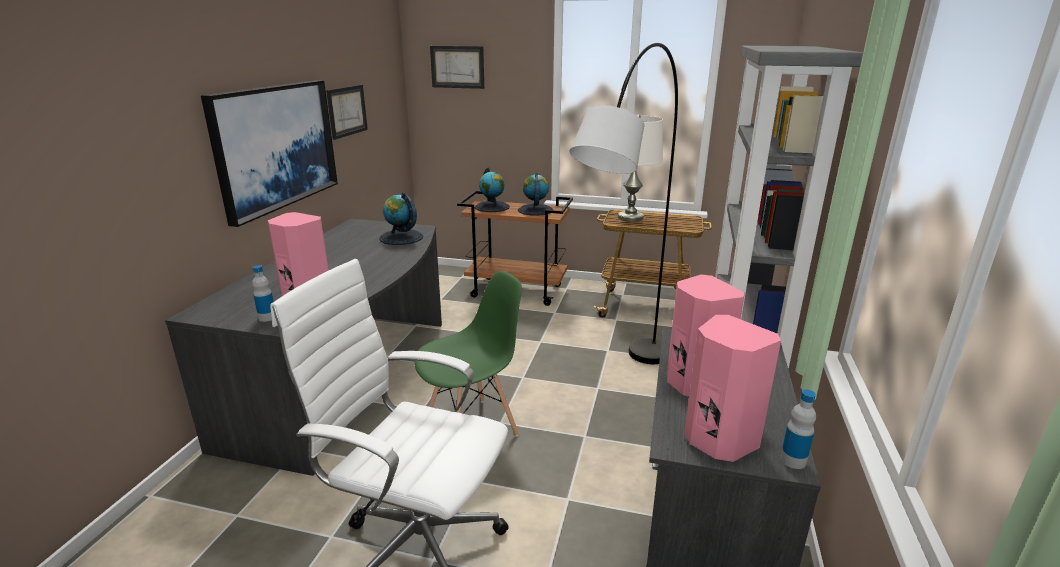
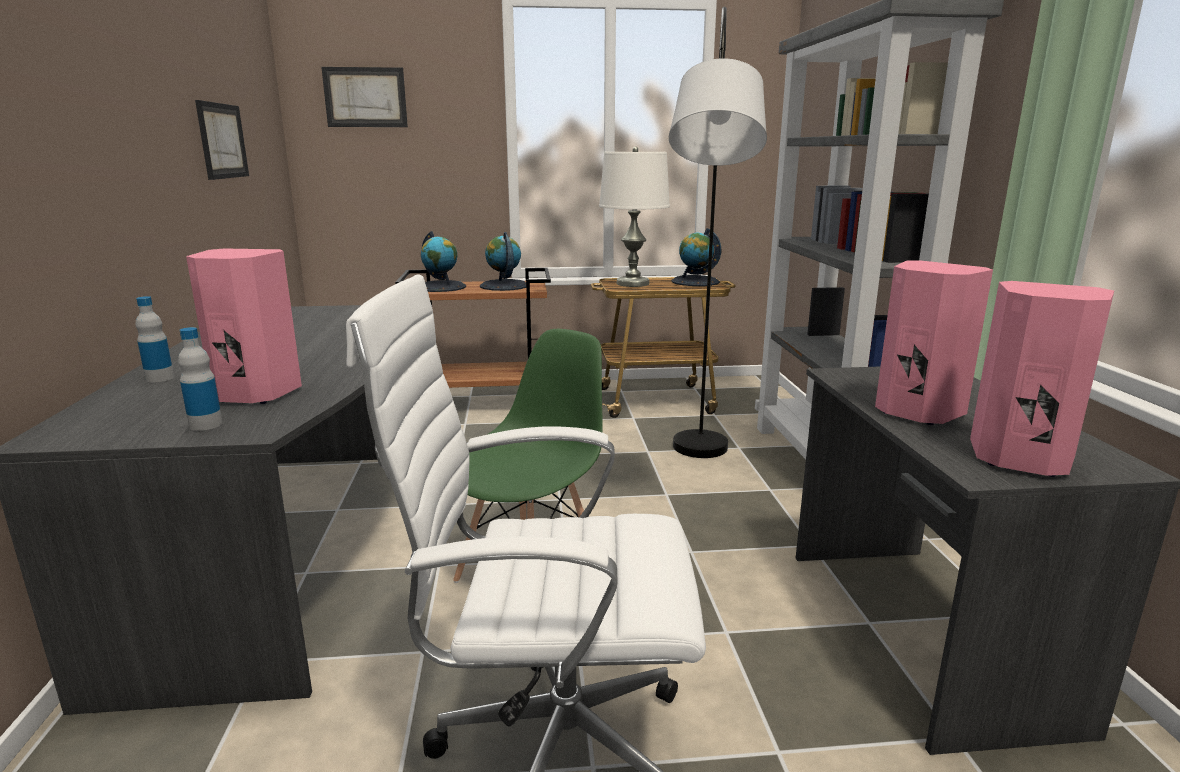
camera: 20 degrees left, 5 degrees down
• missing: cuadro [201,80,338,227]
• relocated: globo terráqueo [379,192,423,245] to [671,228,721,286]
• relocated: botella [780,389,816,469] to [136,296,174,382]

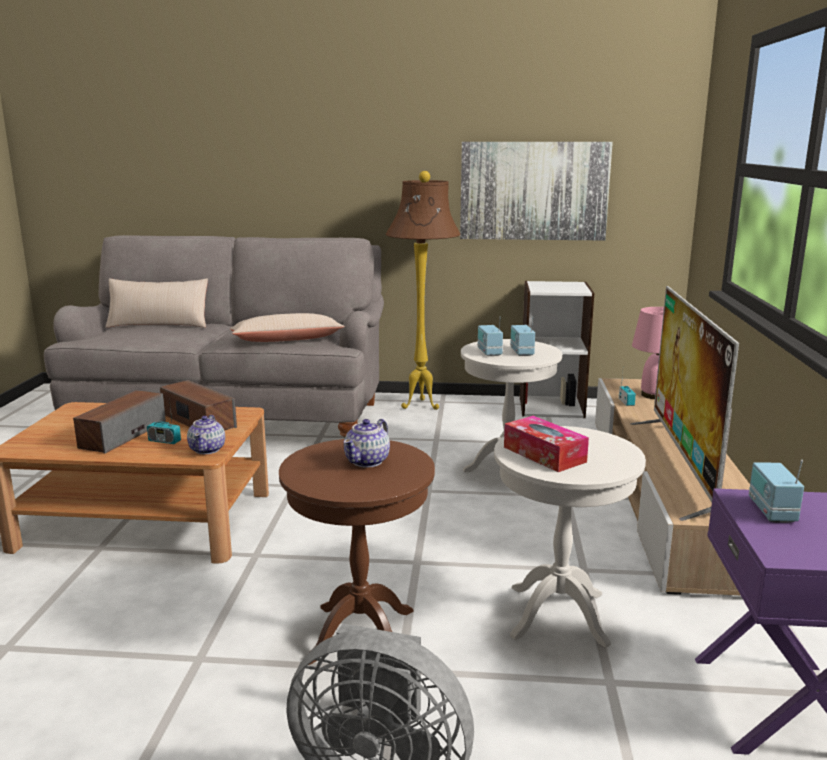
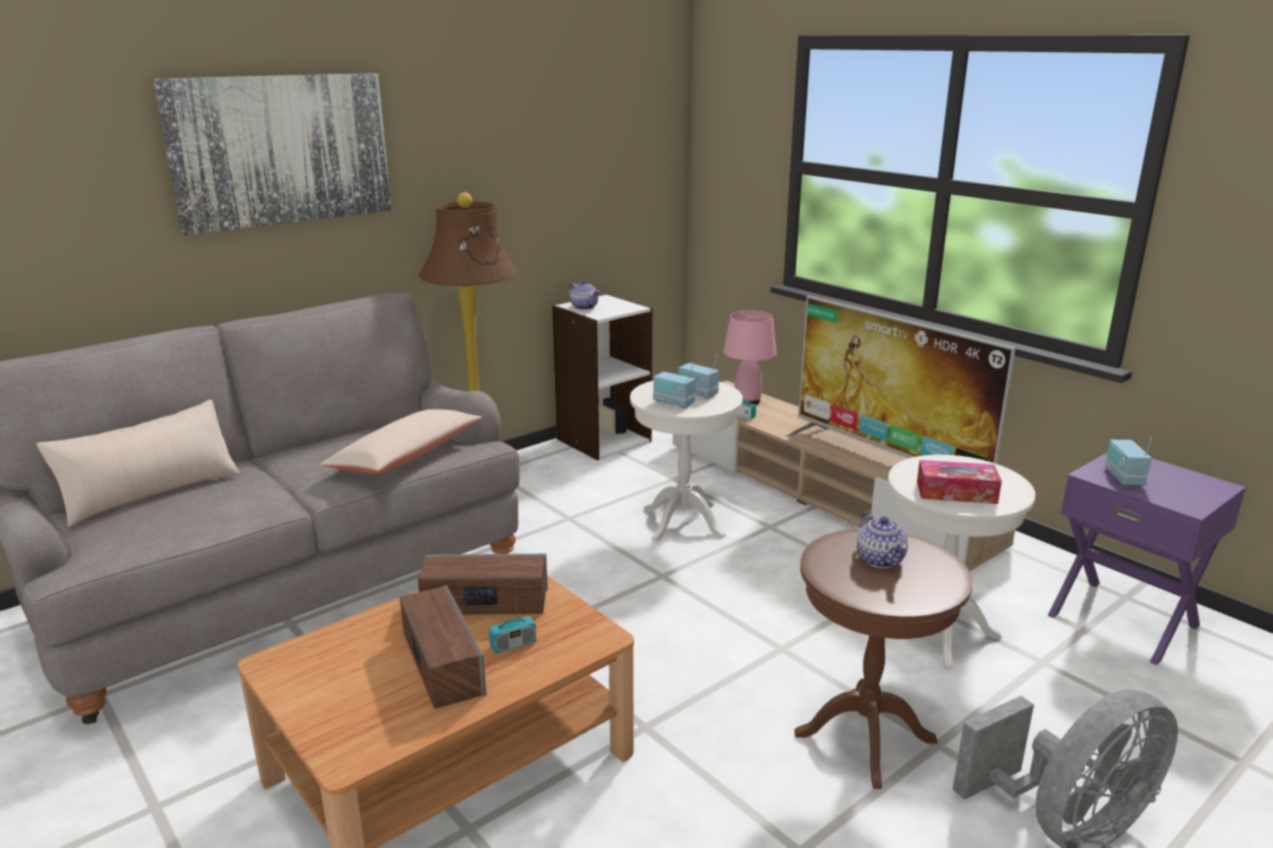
camera: 45 degrees left, 5 degrees up
• relocated: cuadro [460,142,613,241] to [153,73,392,235]
• relocated: tetera [187,415,225,454] to [568,280,600,310]
• spun: radio [749,460,804,523] = [1105,437,1152,486] 45 degrees clockwise

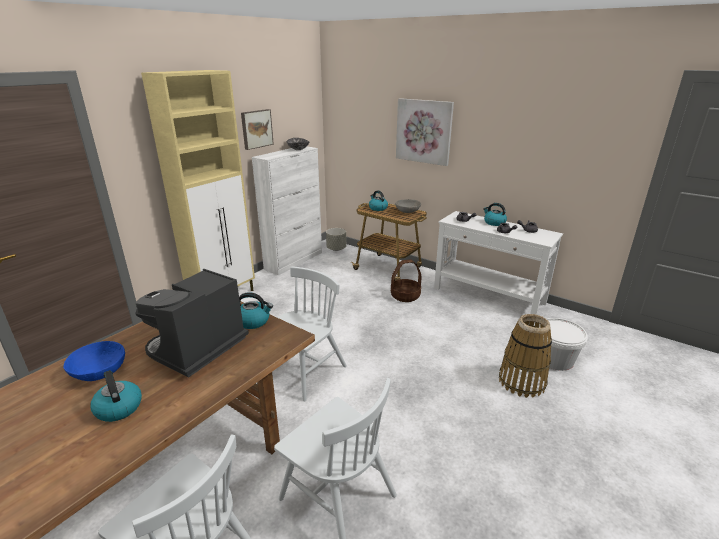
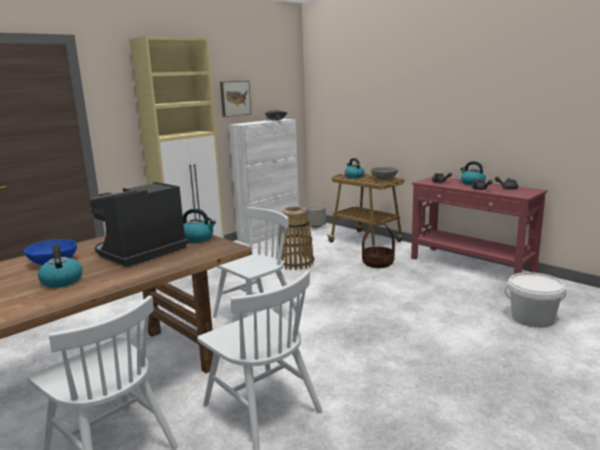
camera: 10 degrees right, 10 degrees down
• missing: cuadro [396,98,454,166]
• colour: mesa consola/blanco [434,211,563,315] to mesa consola/rojo [411,177,547,274]
• relocated: cesta [499,314,552,398] to [279,206,314,270]

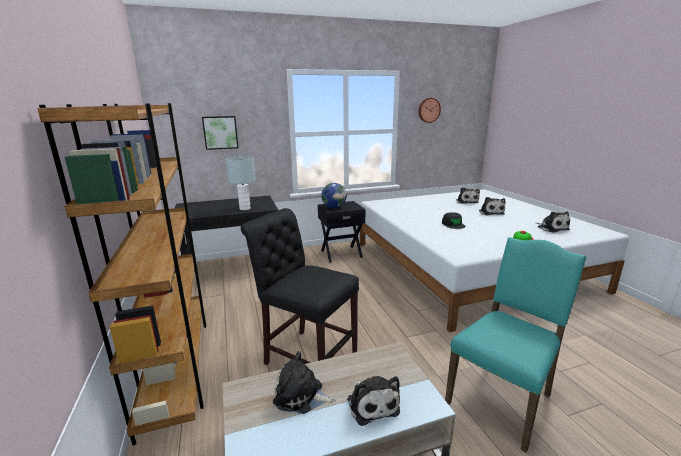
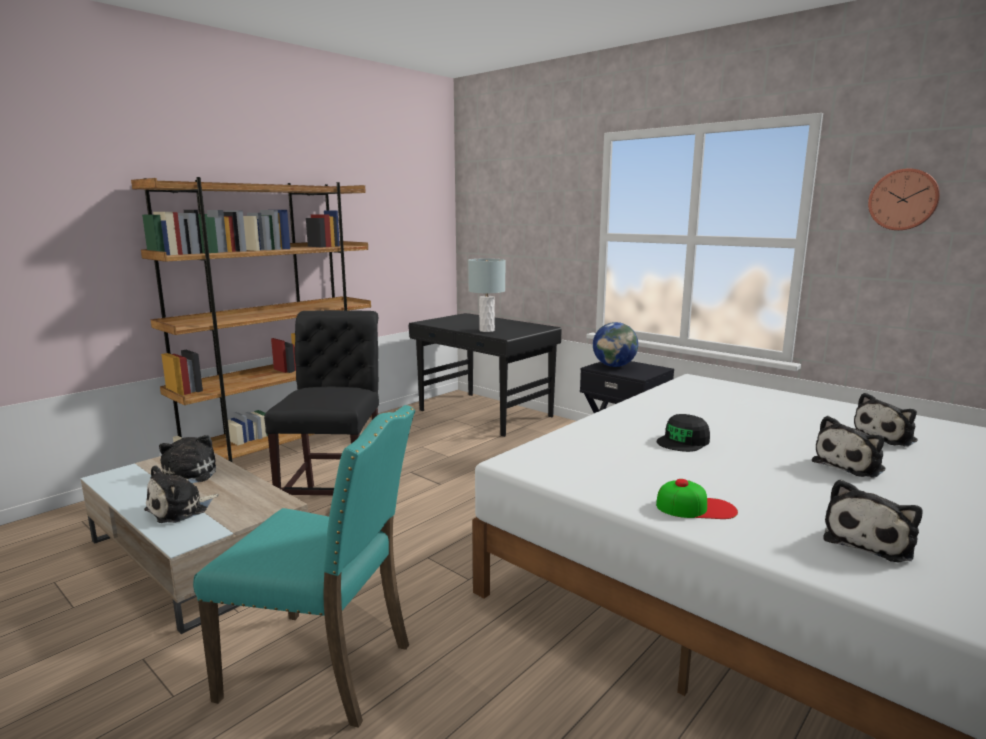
camera: 60 degrees right, 5 degrees down
• missing: cuadro [202,116,239,150]

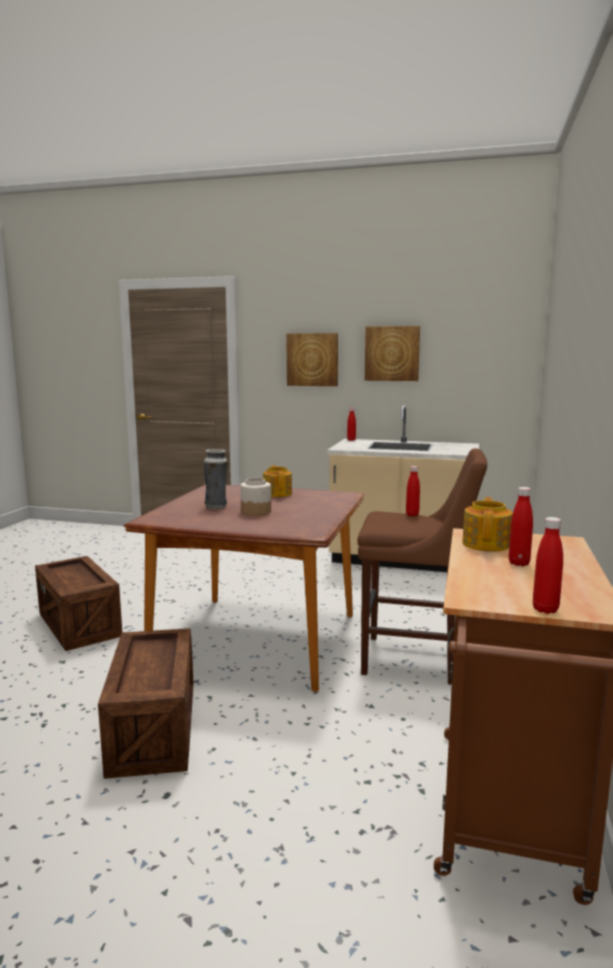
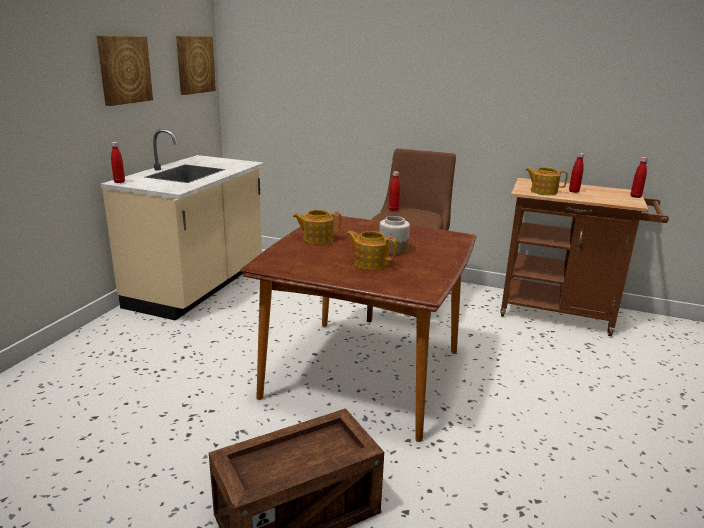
camera: 85 degrees left, 10 degrees up
• relocated: cuadro [286,333,338,386] to [176,36,216,95]
• exchanged: florero [204,449,228,509] to tetera [346,231,397,270]
• missing: caja de embalaje [98,628,194,779]

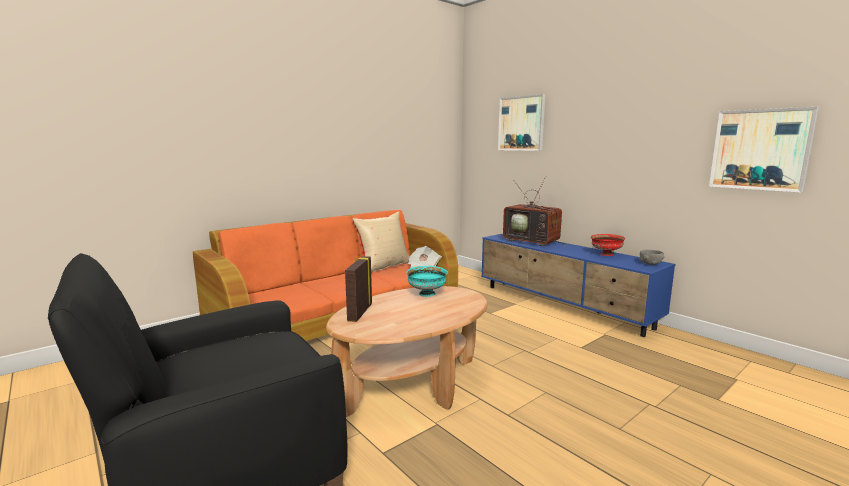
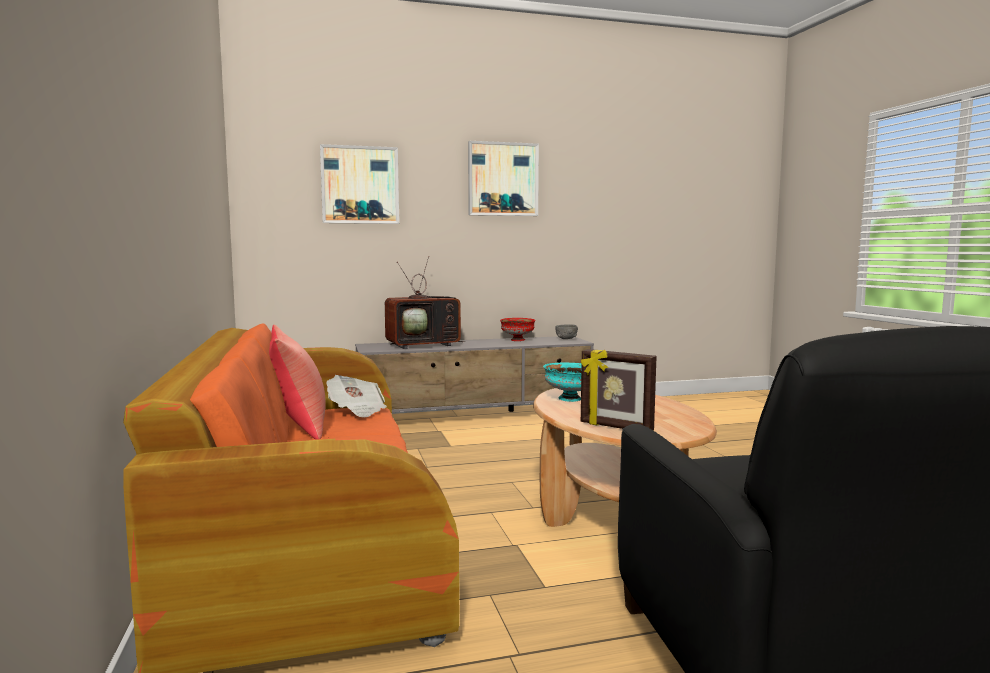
camera: 65 degrees left, 5 degrees down
• relocated: cuadro [709,107,819,193] to [468,141,539,216]
• colour: cojín/beis [352,211,409,273] to cojín/rojo [269,325,326,439]
• colour: mueble de televisión/azul [481,234,675,337] to mueble de televisión/gris [355,337,594,412]

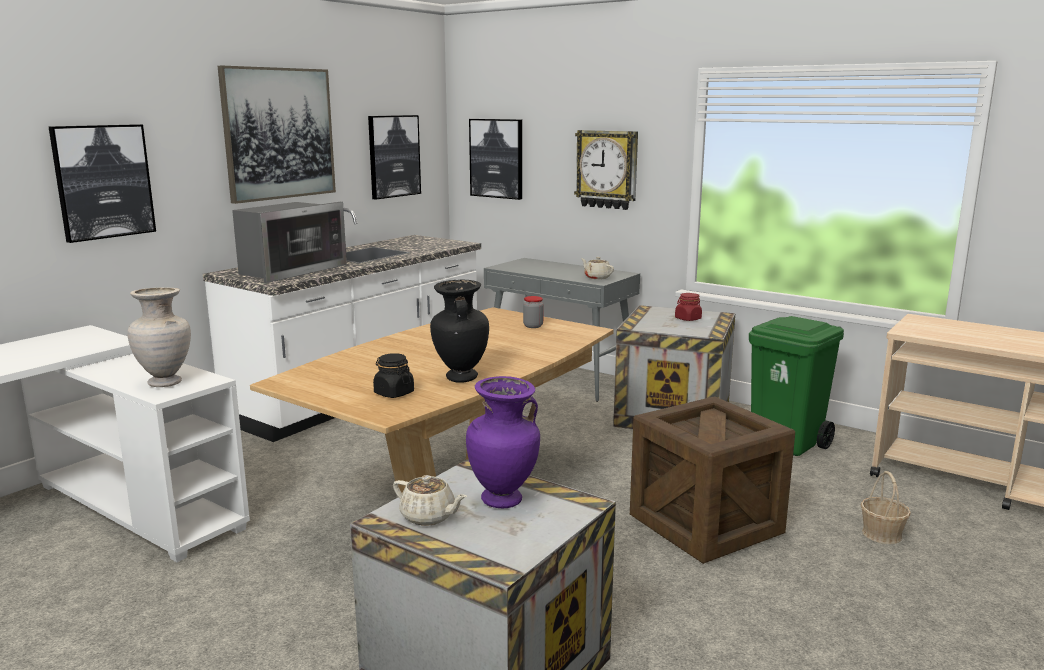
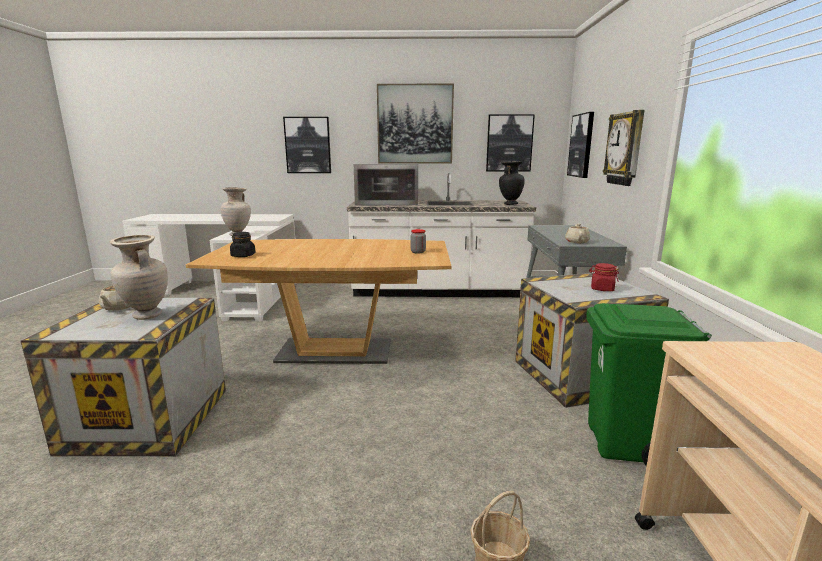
camera: 55 degrees right, 0 degrees up
• relocated: florero/negro [430,280,489,383] to [499,161,525,205]
• colour: florero/morado [466,376,540,508] to florero/beis [110,235,168,320]
• missing: caja de embalaje [630,396,795,564]

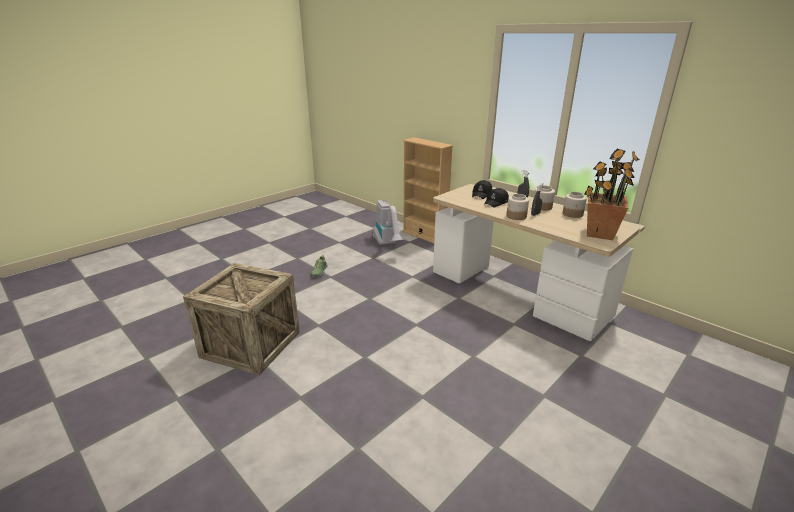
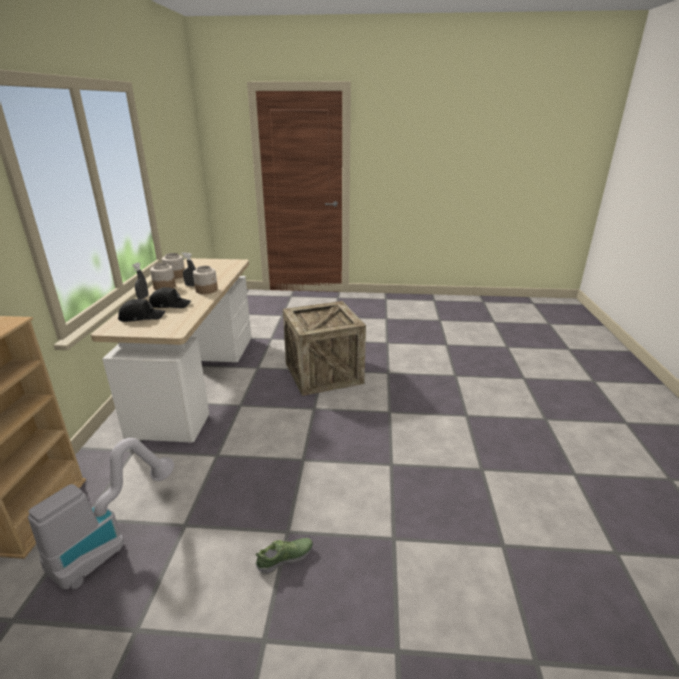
camera: 130 degrees left, 0 degrees up
• missing: planta en maceta [584,149,639,240]
• relocated: caja de embalaje [183,263,300,375] to [283,301,366,396]

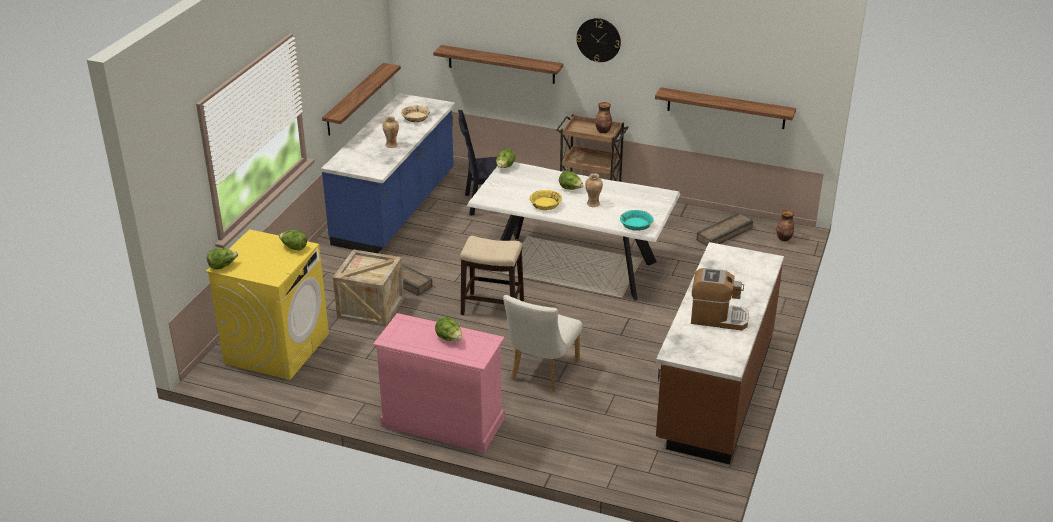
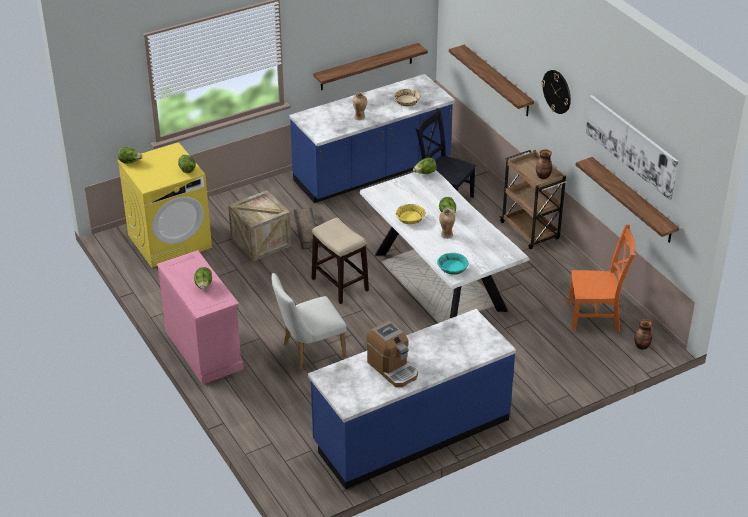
camera: 40 degrees right, 5 degrees up
• exchanged: caja de embalaje [696,213,753,246] to silla/naranja [568,225,636,332]
• colour: mueble bajo de cocina/marrón [656,242,784,464] to mueble bajo de cocina/azul [308,309,516,489]
• appeared: cuadro [586,95,678,200]

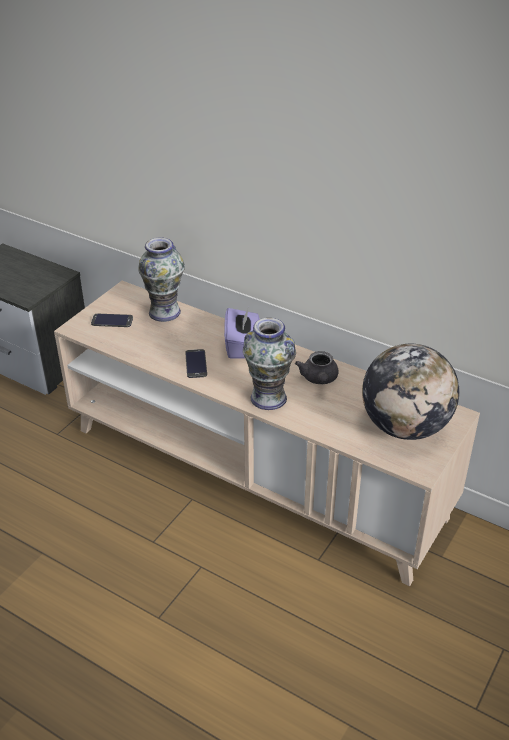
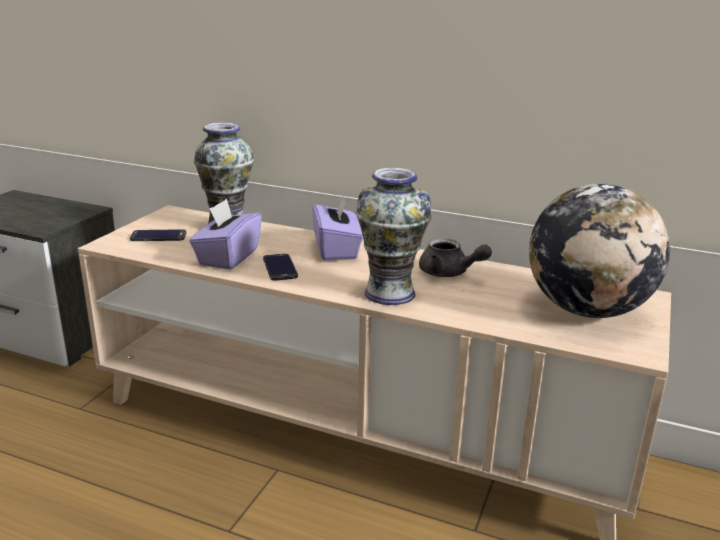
camera: 10 degrees left, 15 degrees down
• spun: tetera/gris [295,351,339,384] = [419,238,492,277] 45 degrees counterclockwise
• appeared: caja de pañuelos/morado [189,199,262,270]

